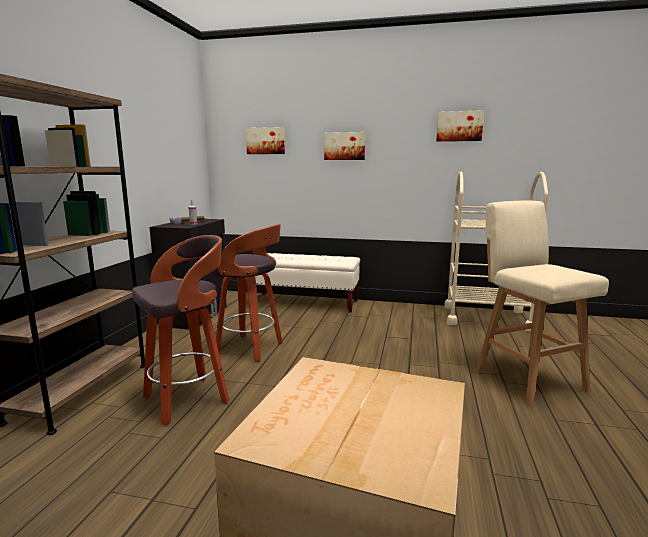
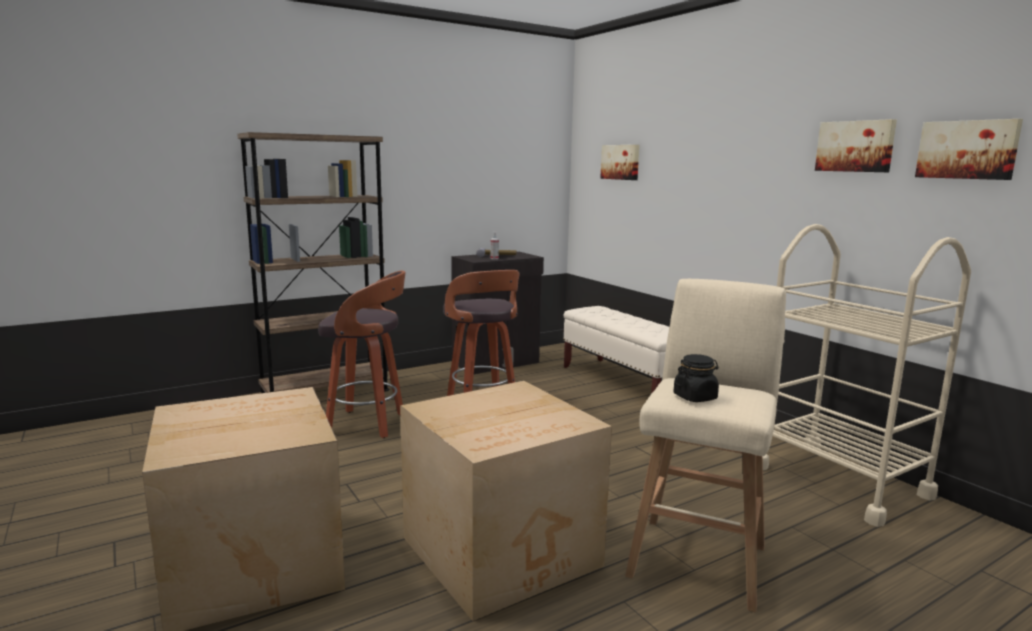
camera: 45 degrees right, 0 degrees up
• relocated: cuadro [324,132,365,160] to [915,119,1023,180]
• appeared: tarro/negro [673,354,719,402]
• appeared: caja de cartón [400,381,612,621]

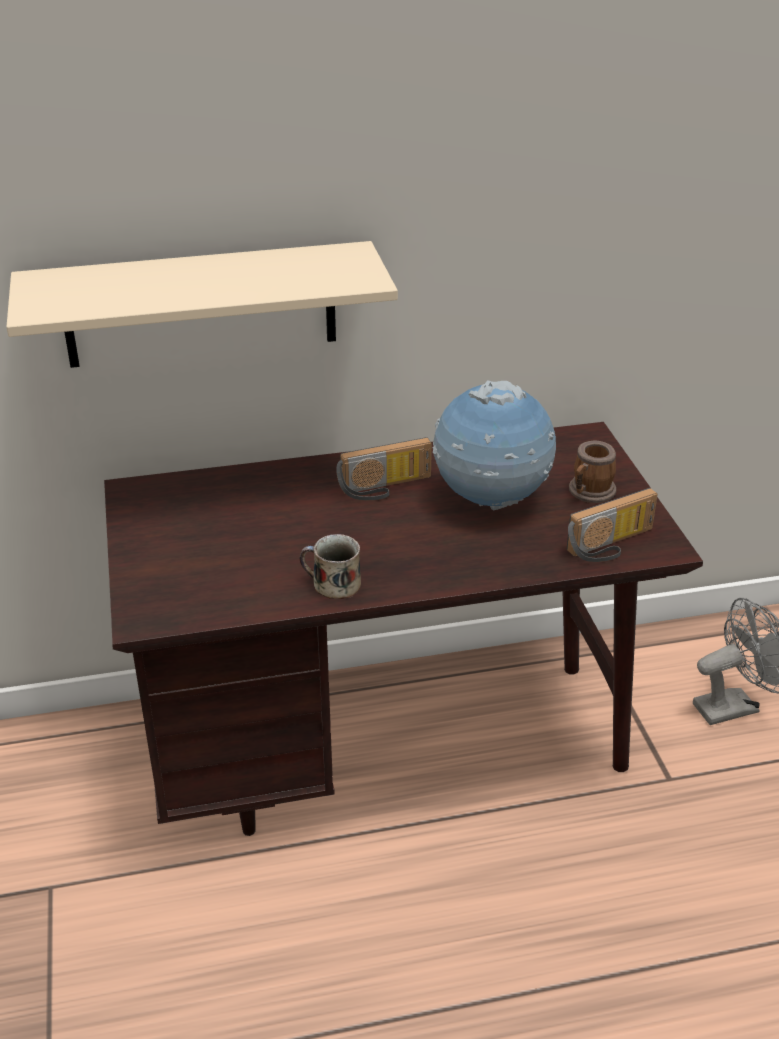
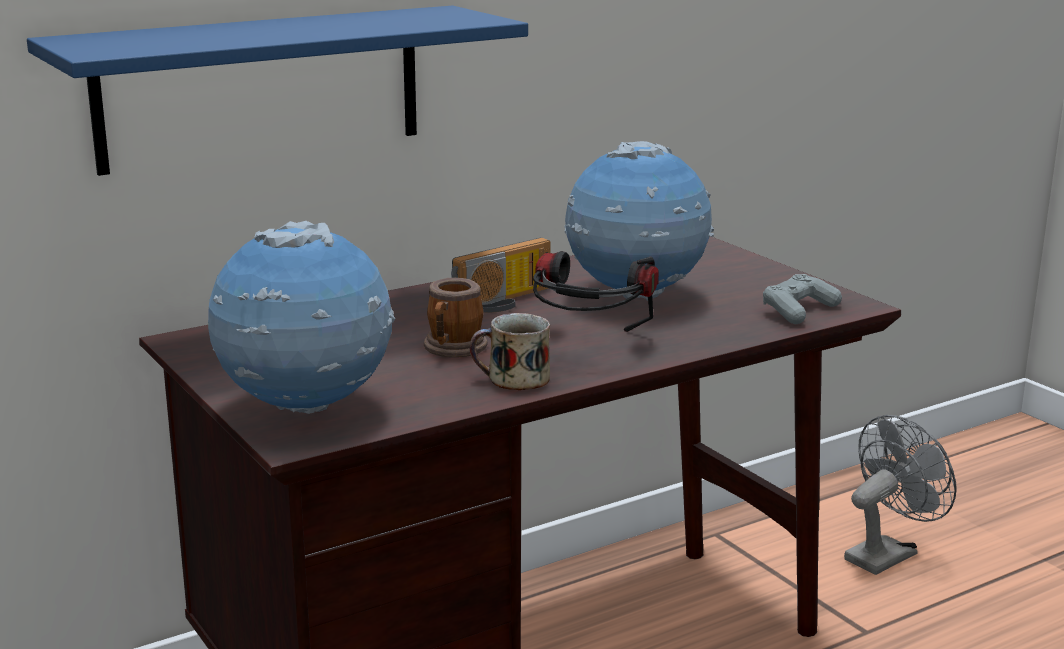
camera: 20 degrees left, 15 degrees down
• colour: estante/beis [6,241,398,368] to estante/azul [27,6,528,176]
• relocated: taza grande [569,440,616,503] to [424,278,488,357]
• exchanged: radio [567,488,658,562] to mando de consola/gris [763,274,842,324]
• appeared: globo terráqueo [208,221,395,414]
• appeared: auriculares [533,251,659,332]

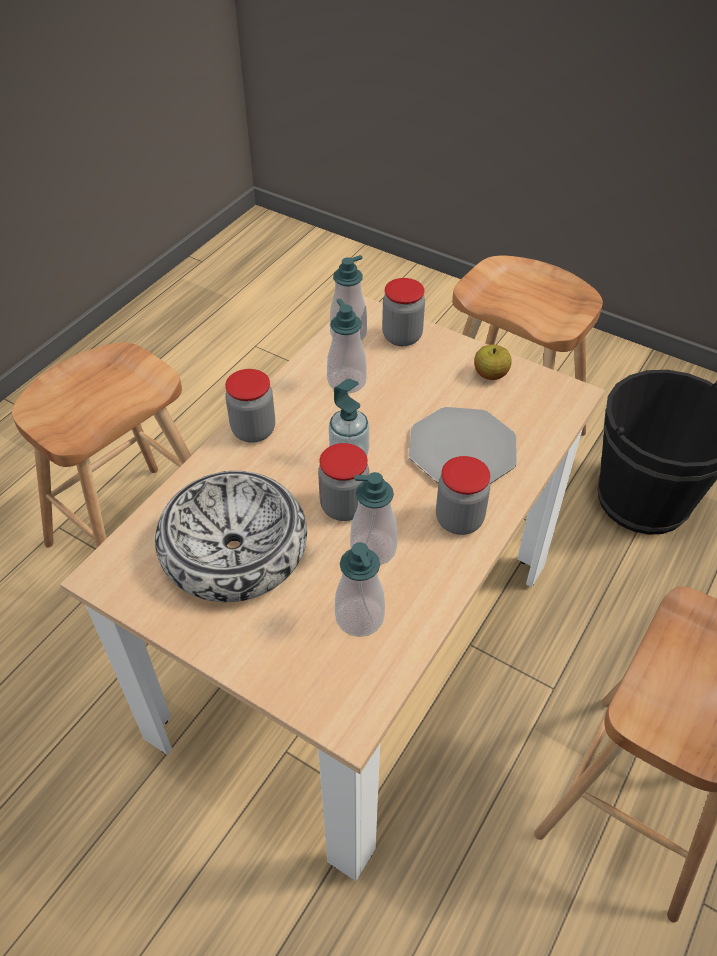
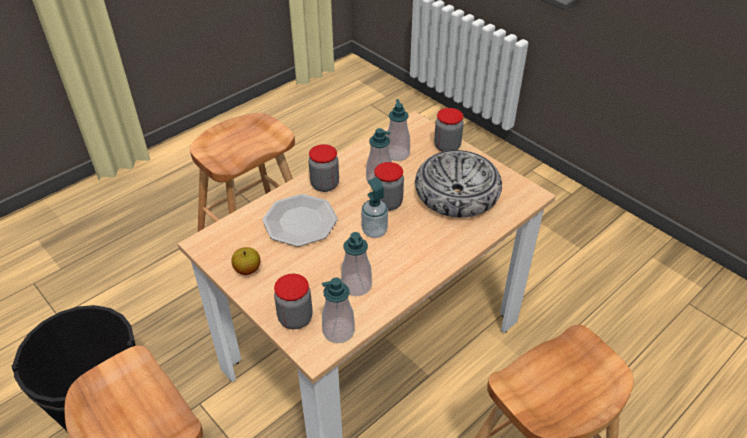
camera: 165 degrees left, 5 degrees down
• relocated: tarro [225,369,275,443] to [434,108,464,152]

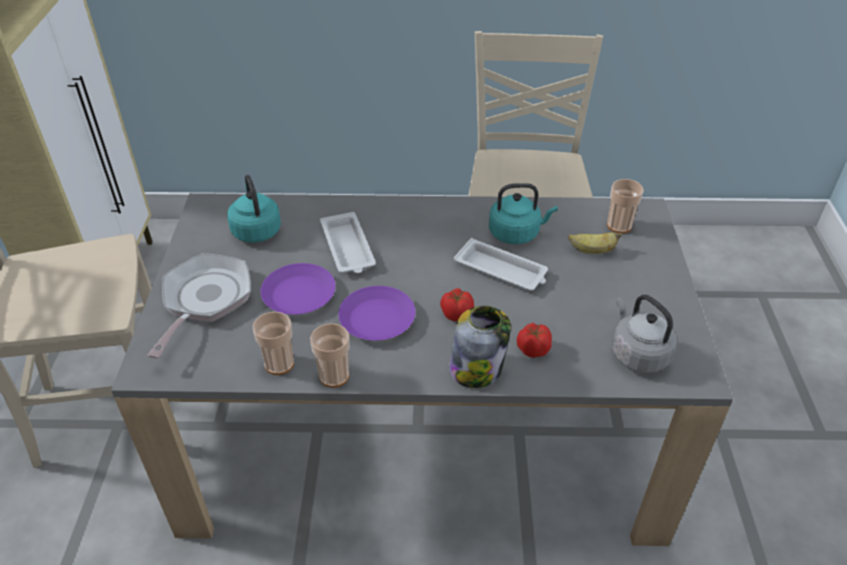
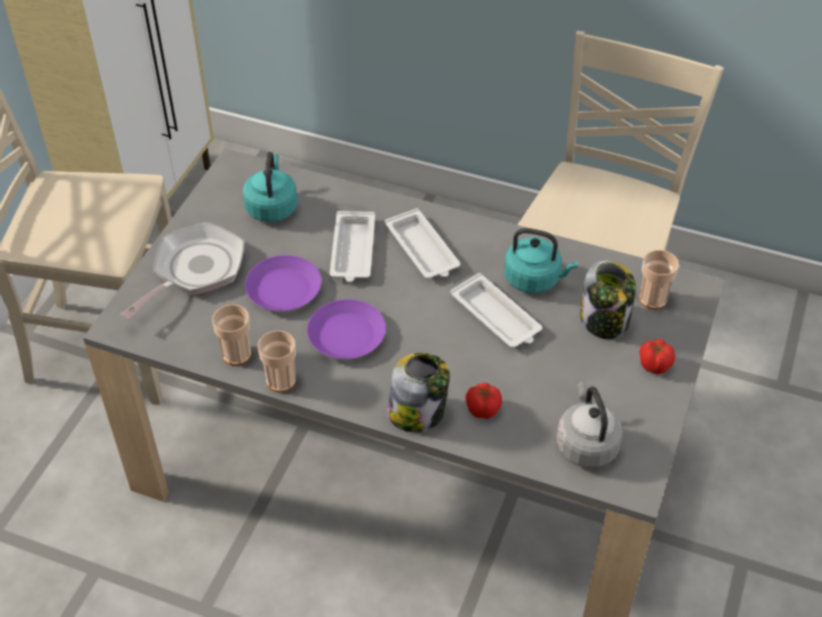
camera: 20 degrees right, 5 degrees up
• exchanged: plátano [568,232,621,254] to tarro [580,261,636,339]
• relocated: tomate [440,288,474,321] to [640,339,675,374]
• appeared: bandeja/blanco [385,208,460,279]

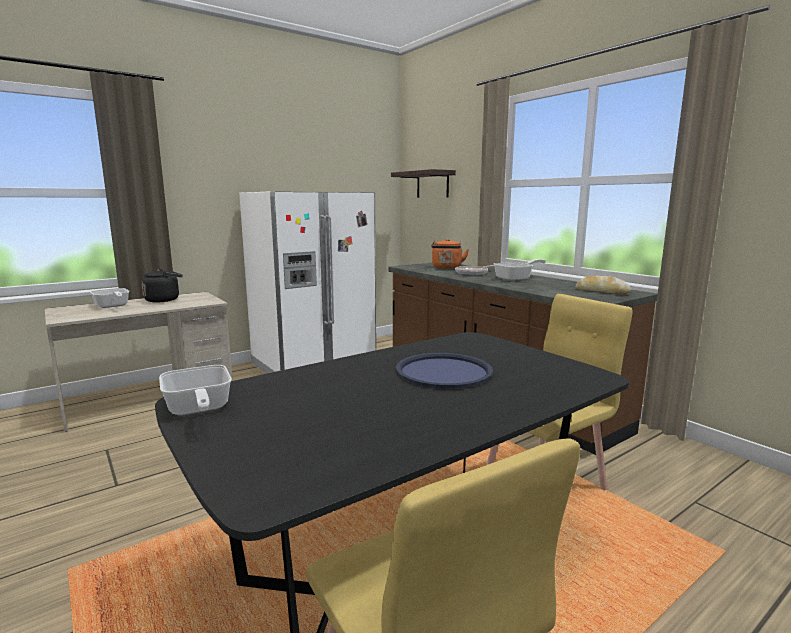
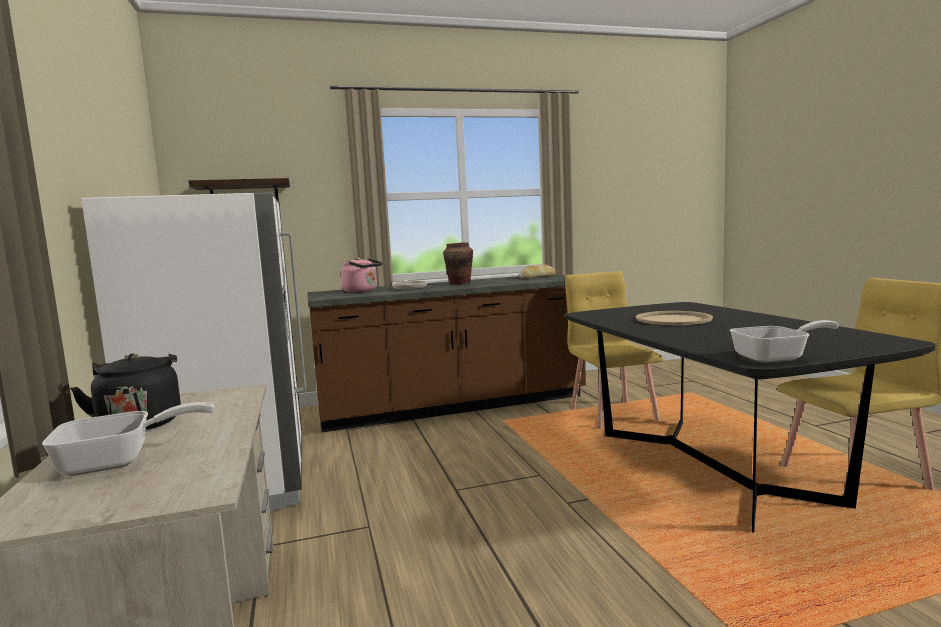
camera: 70 degrees left, 5 degrees down
• colour: hervidor/naranja [431,238,469,269] to hervidor/rosa [341,257,383,292]
• exchanged: sartén [494,259,546,281] to florero/marrón [443,242,473,284]
• colour: bandeja/azul [396,353,493,388] to bandeja/beis [636,311,713,325]

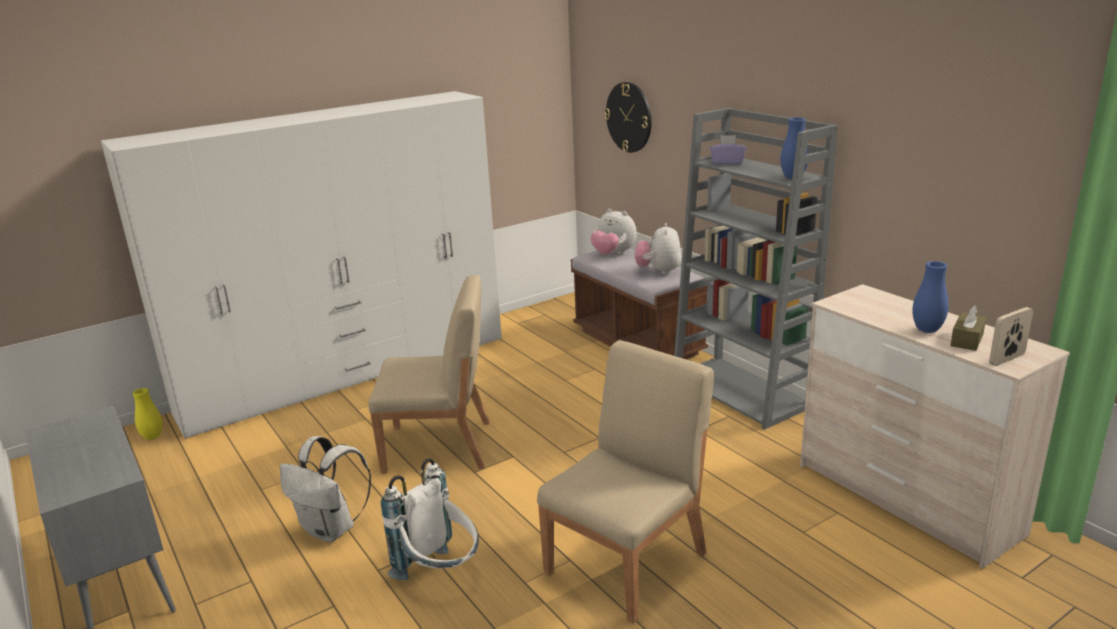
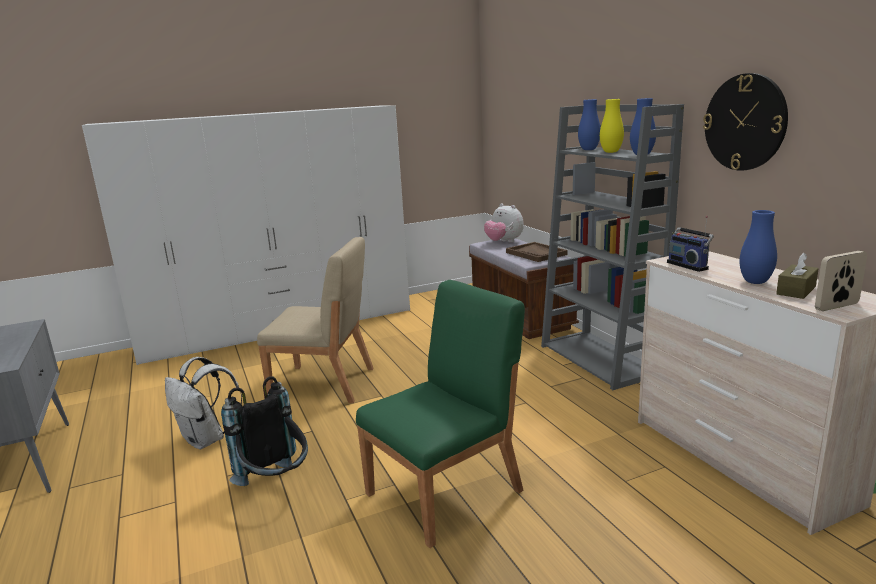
camera: 10 degrees right, 5 degrees down
• relocated: reloj de pared [604,82,652,153] to [703,73,788,171]
• exchanged: caja de pañuelos/morado [710,135,746,165] to florero/azul [578,99,601,150]
• exchanged: peluche [635,223,682,275] to bandeja/marrón [506,242,567,262]
• colour: silla/beis [537,340,714,624] to silla/verde [356,280,525,548]
• relocated: florero/amarillo [133,388,162,440] to [600,99,624,153]
• colour: mochila/blanco [381,458,479,580] to mochila/negro [221,376,308,486]
• appeared: radio [667,216,714,272]

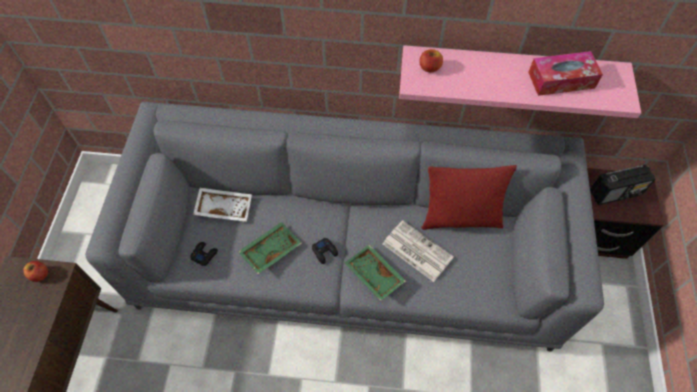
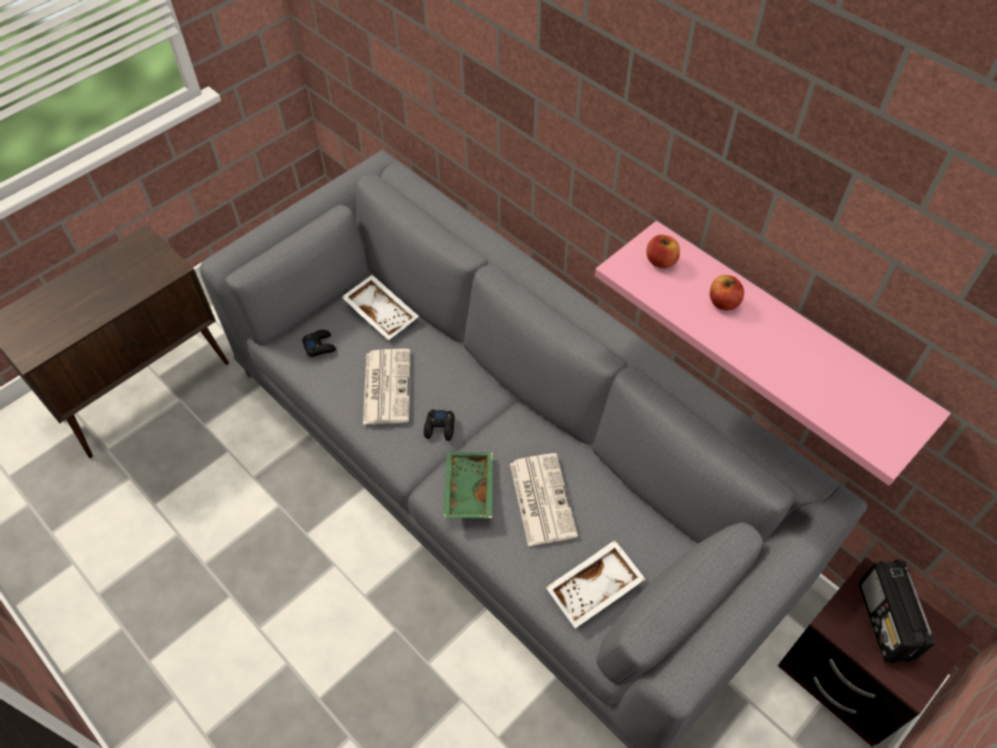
camera: 40 degrees right, 5 degrees down
• missing: caja de pañuelos [528,51,603,96]
• spun: radio [590,164,656,205] = [859,560,935,663] 60 degrees clockwise
• missing: cojín/rojo [421,165,517,230]
• exchanged: bandeja/verde [238,222,302,274] to periódico [363,349,410,425]
• relocated: manzana [23,261,48,282] to [710,275,744,311]
• appeared: bandeja/blanco [546,540,645,628]

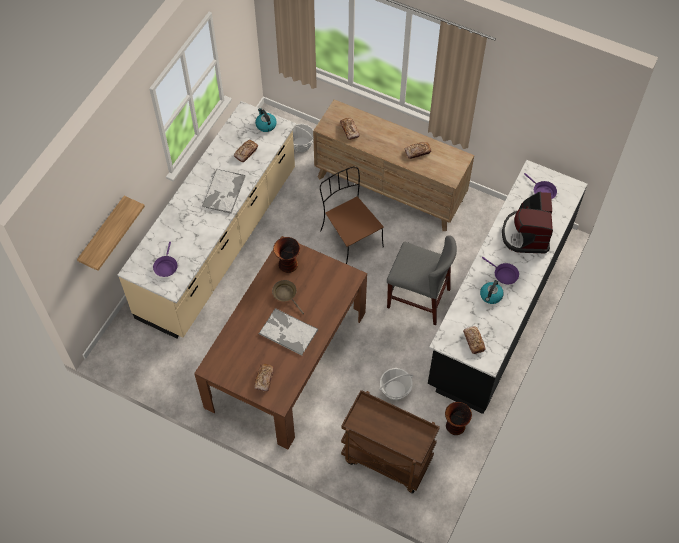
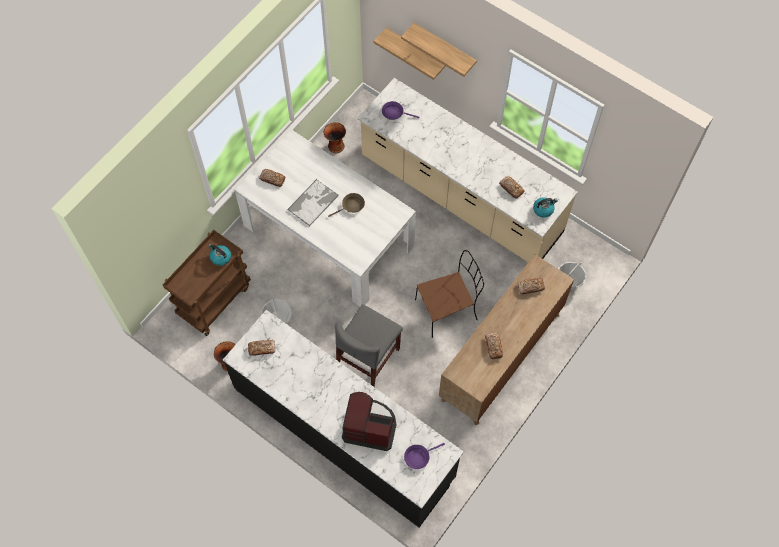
camera: 100 degrees right, 5 degrees up
• missing: bandeja [202,169,246,214]
• colour: mesa de comedor/marrón [194,236,367,449] to mesa de comedor/blanco [234,129,416,307]
• relocated: florero [273,237,300,273] to [323,122,346,153]
• missing: sartén/morado [482,257,519,284]
• relocated: hervidor [480,280,504,304] to [208,244,231,266]
• appeared: estante [401,23,477,77]

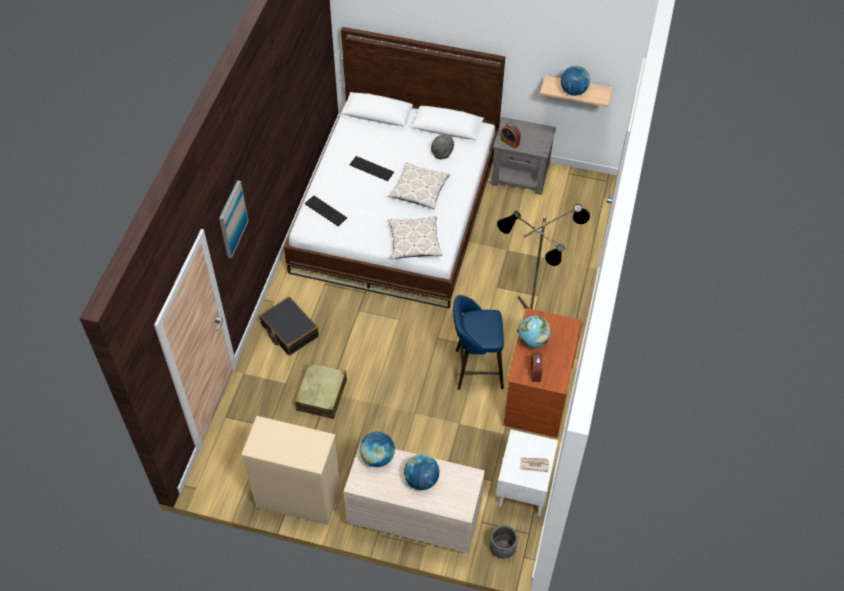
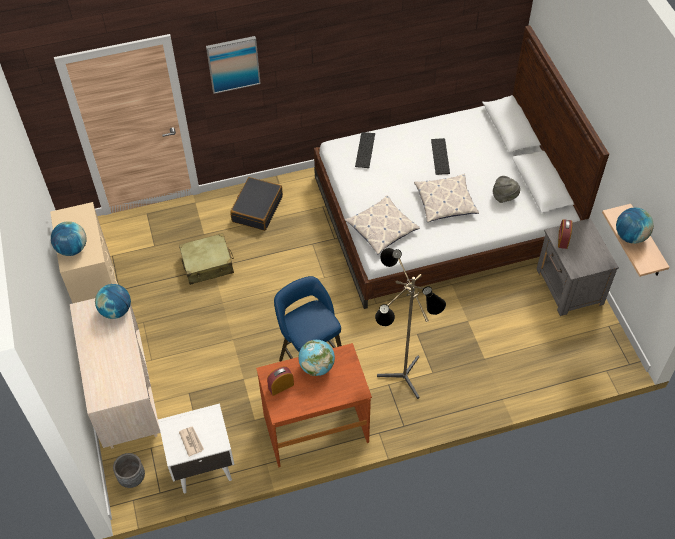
camera: 60 degrees right, 0 degrees up
• relocated: globo terráqueo [404,454,439,490] to [51,221,87,256]

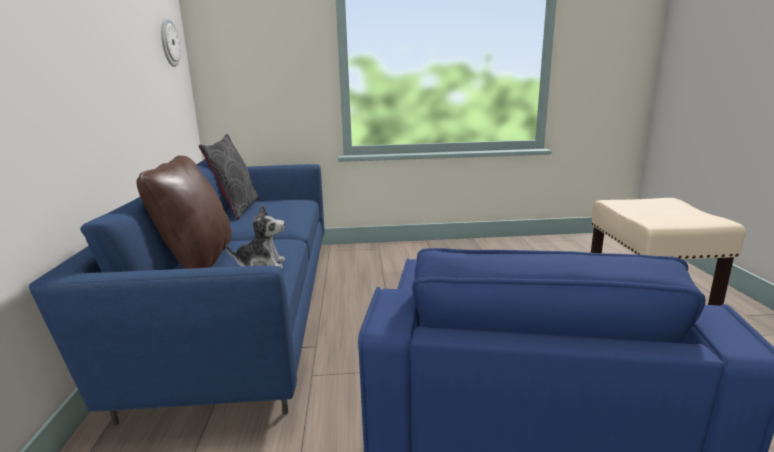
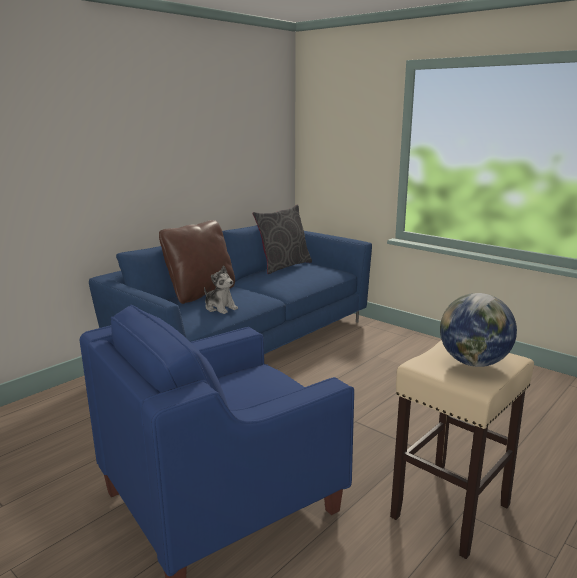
camera: 45 degrees right, 0 degrees up
• missing: reloj de pared [161,17,181,67]
• appeared: globo terráqueo [440,293,517,367]

